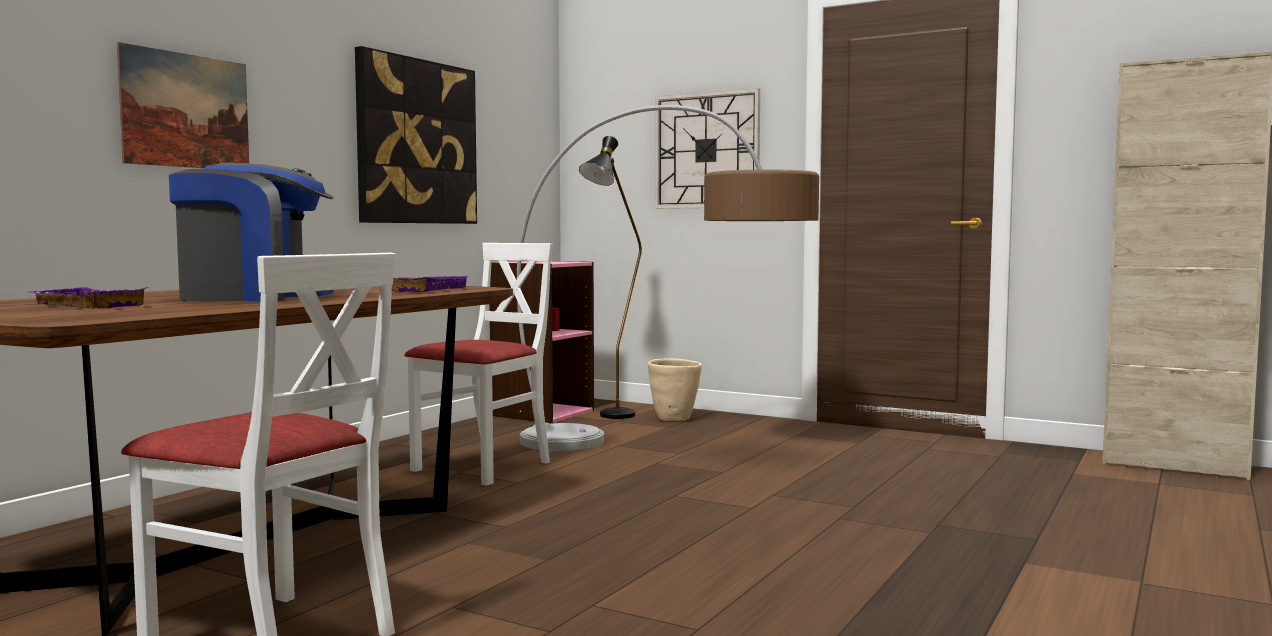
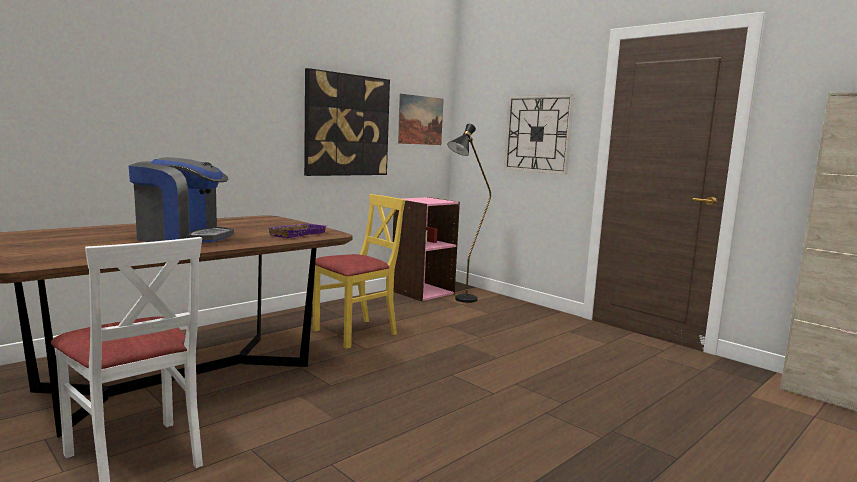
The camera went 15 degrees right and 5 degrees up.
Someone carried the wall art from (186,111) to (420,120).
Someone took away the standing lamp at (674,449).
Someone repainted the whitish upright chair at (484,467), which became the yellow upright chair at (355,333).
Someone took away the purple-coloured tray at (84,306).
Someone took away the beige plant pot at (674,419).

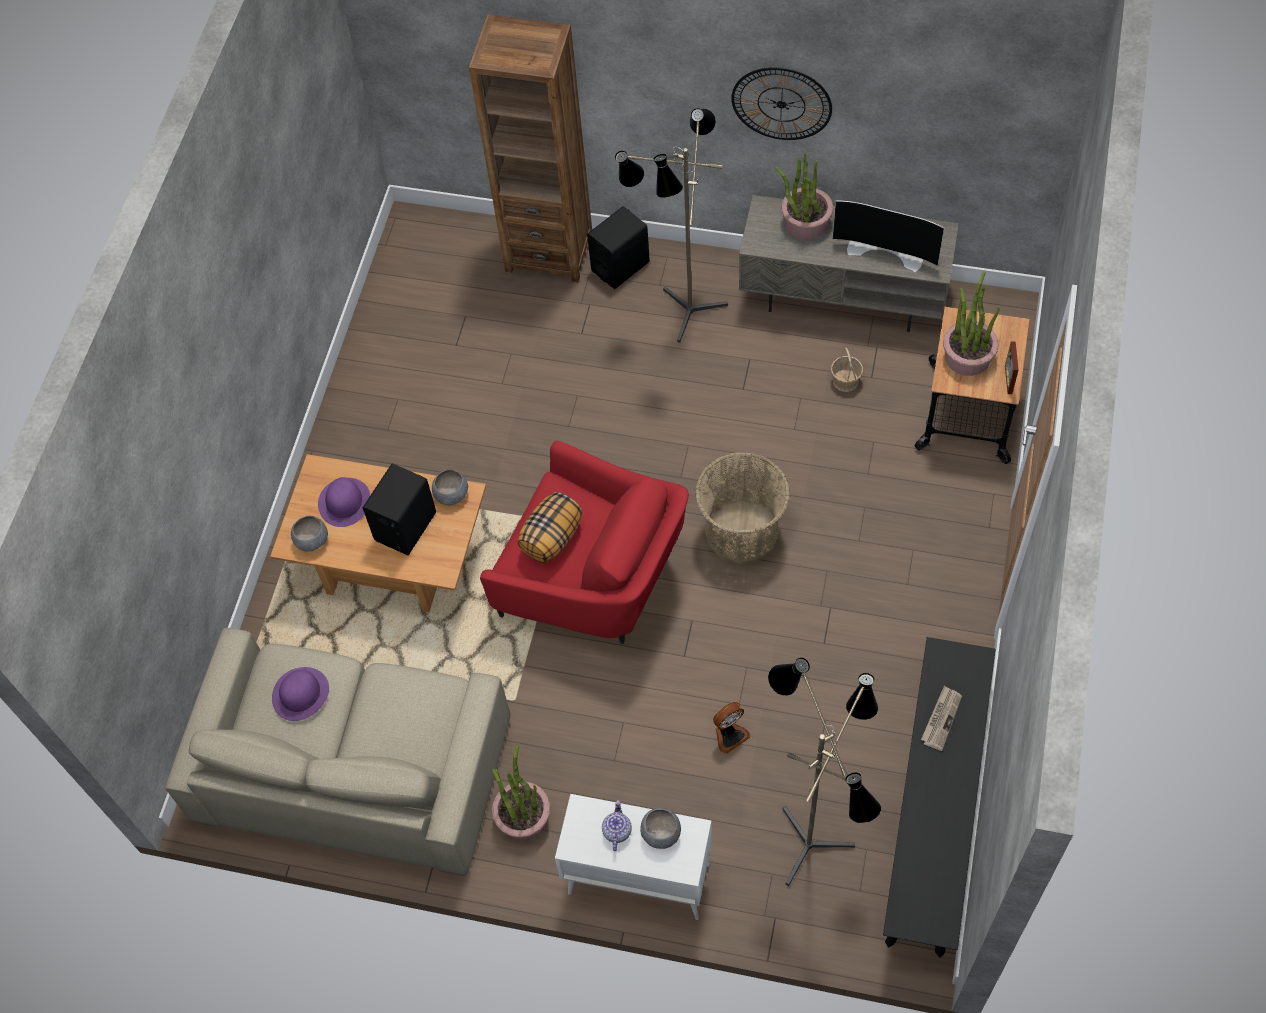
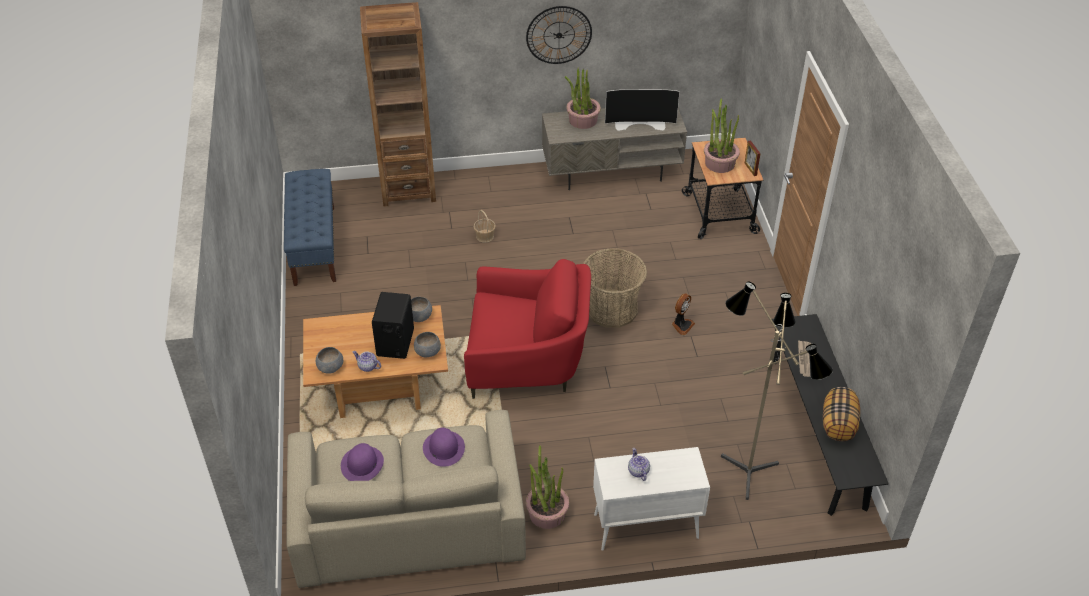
The camera went 25 degrees left and 15 degrees down.
Someone took away the standing lamp at (682,311).
Someone took away the black-coloured speaker at (620,266).
Someone carried the storage basket from (845,381) to (485,236).
Someone carried the purple-coloured wearable hat from (344,502) to (443,448).
Someone carried the pillow from (552,538) to (838,425).
Someone carried the fan from (729,734) to (681,325).
Someone carried the gray serving bowl from (661,832) to (427,351).
Someone put down the bluish long seat at (314,245).
Someone put down the pot for tea at (367,366).

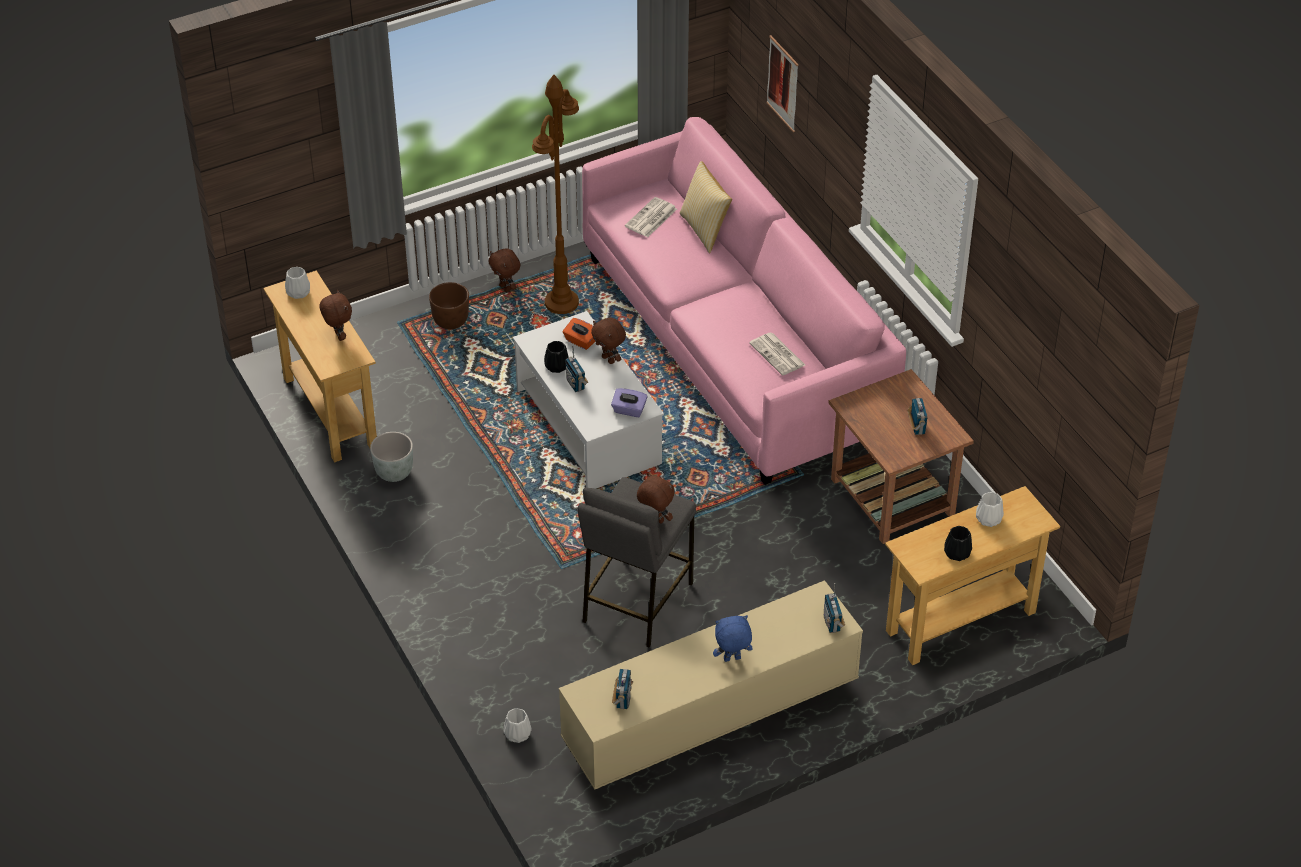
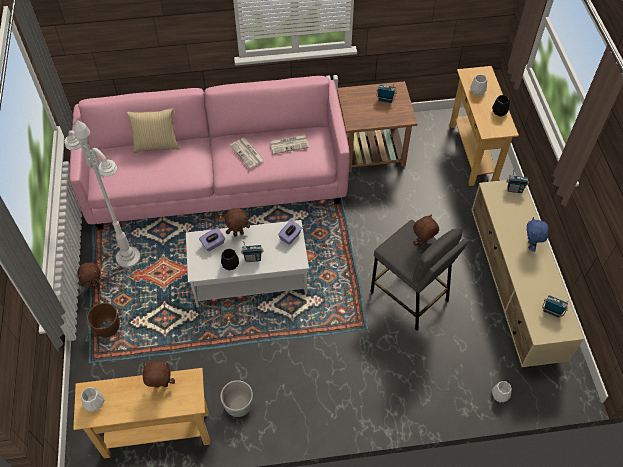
The camera went 70 degrees left and 10 degrees up.
Someone took away the wall art at (783,83).
Someone repainted the brown-coloured standing lamp at (561,303), which became the whitish standing lamp at (128,258).
Someone carried the printed paper from (651,218) to (248,153).
Someone repainted the orange tissue box at (580,341), which became the purple-coloured tissue box at (213,244).

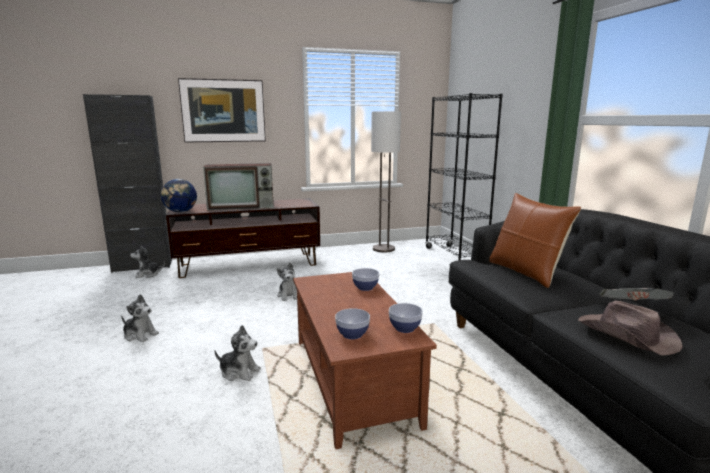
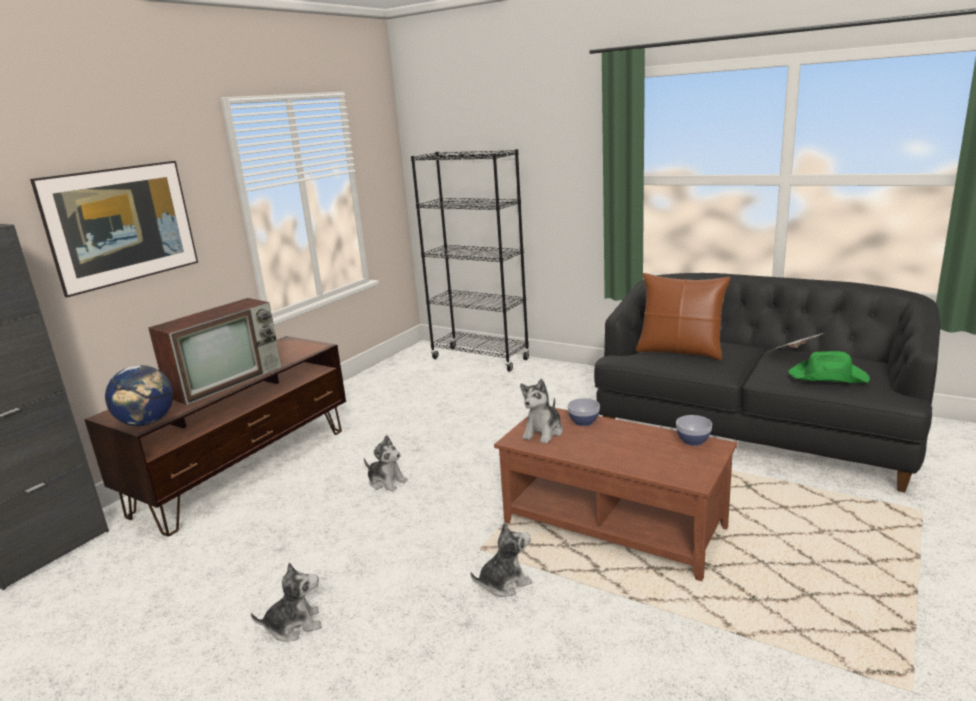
The camera went 40 degrees left and 5 degrees up.
Someone took away the standing lamp at (383,249).
Someone carried the soft toy from (148,275) to (543,432).
Someone repainted the brown-coloured wearable hat at (627,335), which became the greenish wearable hat at (829,377).
Someone took away the serving bowl at (352,334).

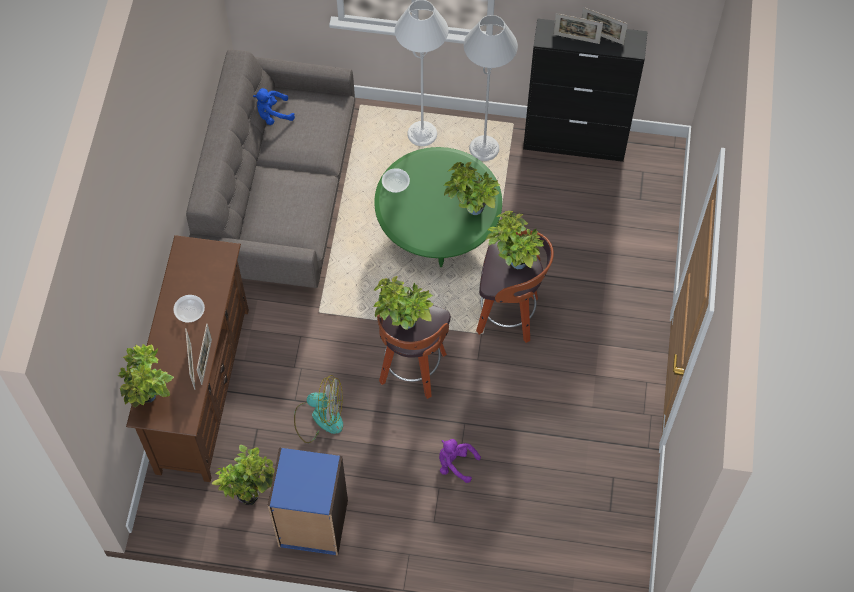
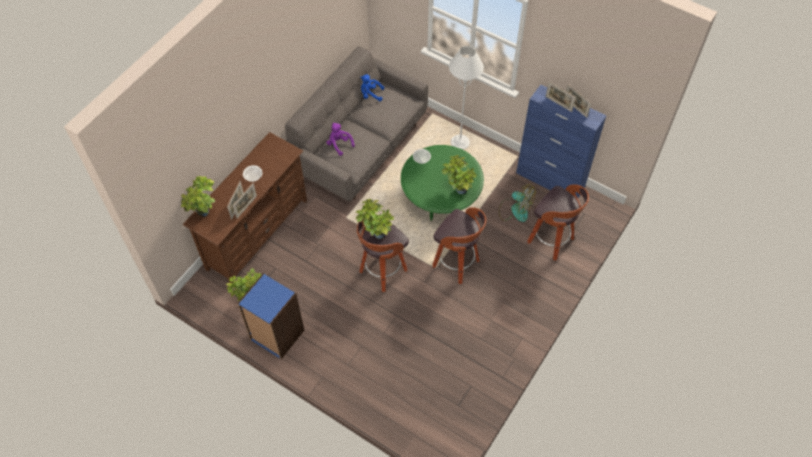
The camera went 25 degrees right and 5 degrees down.
Someone took away the gray standing lamp at (484,148).
Someone repainted the black-coloured storage cabinet at (575,142), which became the bluish storage cabinet at (550,181).
Someone took away the houseplant at (513,262).
Someone carried the fan from (319,417) to (515,209).
Someone carried the purple-coloured soft toy from (455,464) to (339,144).
Someone put down the stool at (551,241).

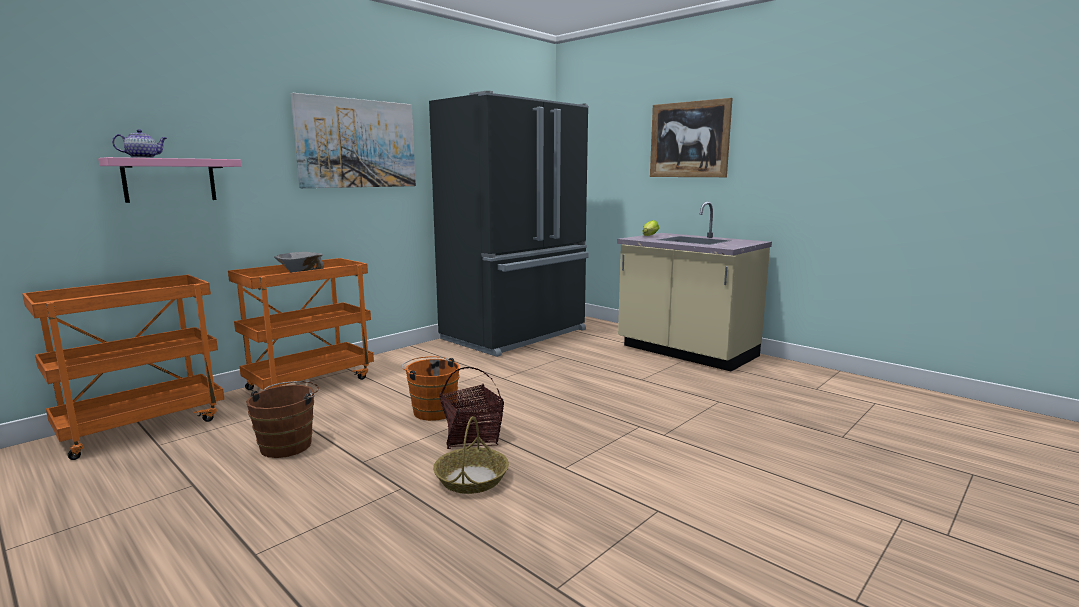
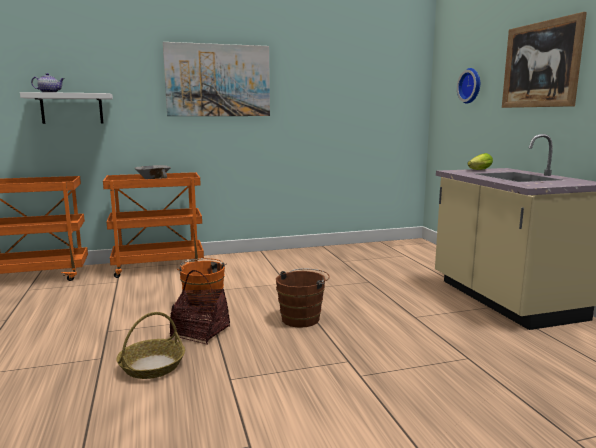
The camera went 30 degrees right and 0 degrees up.
Someone took away the black-coloured kitchen fridge at (517,335).
Someone repainted the pinkish wall shelf at (169,180), which became the whitish wall shelf at (72,108).
Someone carried the brown-coloured pail from (289,444) to (303,318).
Someone put up the wall clock at (471,86).

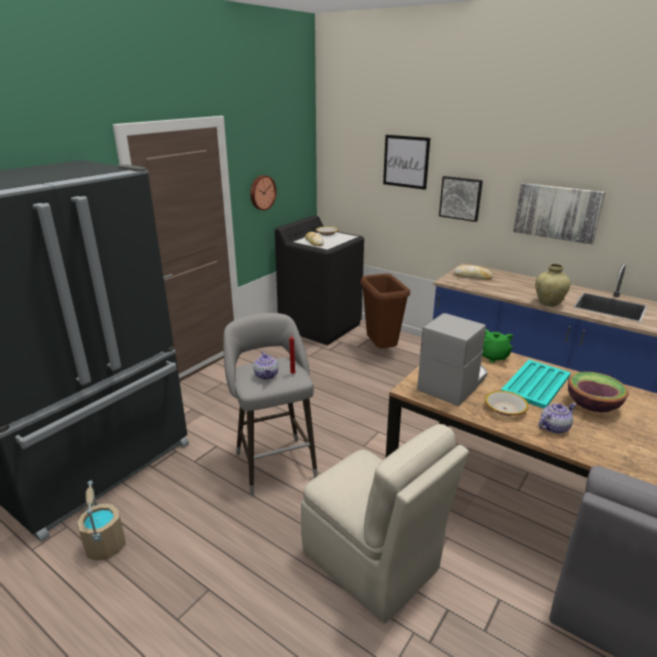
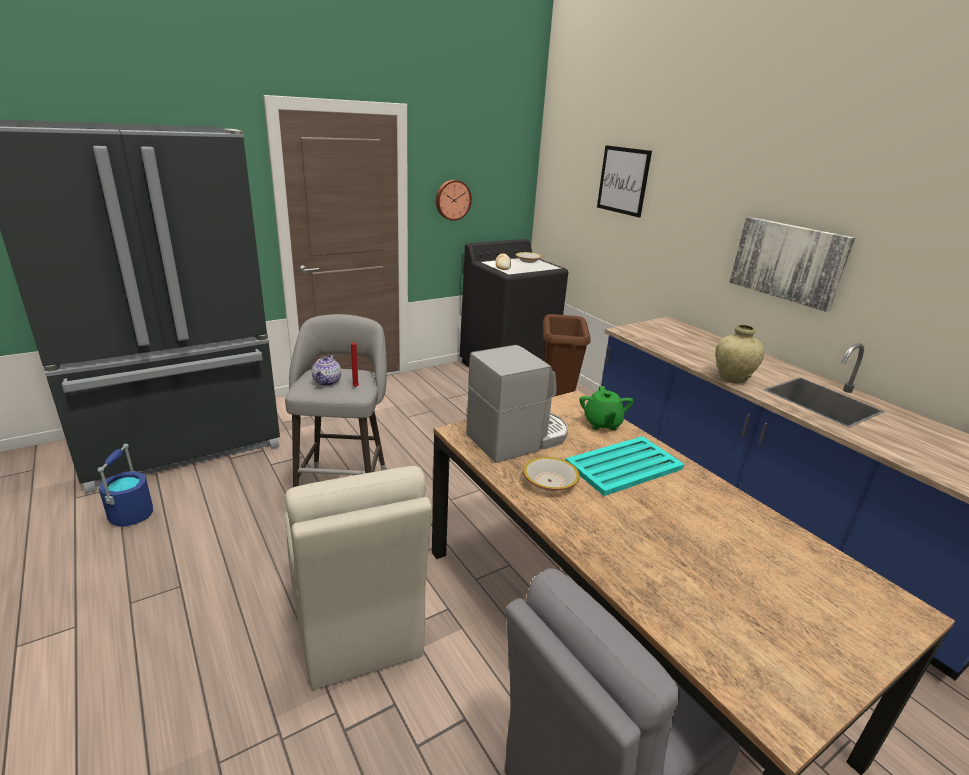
The camera went 20 degrees right and 0 degrees up.
Someone took away the wall art at (461,198).
Someone took away the bakery bread at (472,276).
Someone took away the serving bowl at (592,405).
Someone took away the pot for tea at (553,427).
Someone repainted the beige pail at (105,545), which became the bluish pail at (131,514).

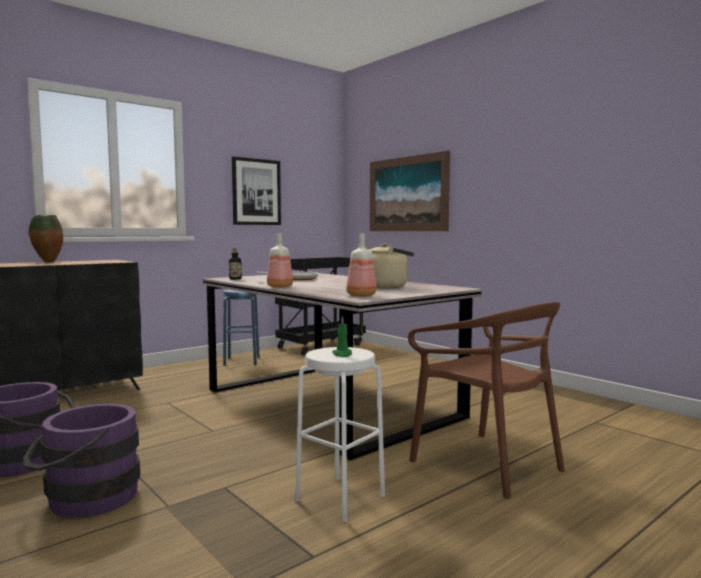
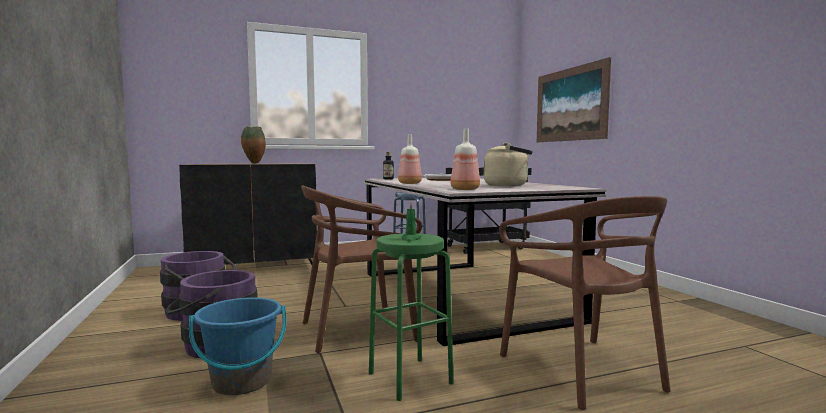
The camera went 20 degrees right and 0 degrees up.
Someone took away the wall art at (256,192).
Someone repainted the whitish stool at (340,498), which became the greenish stool at (410,378).
Someone put down the brown-coloured upright chair at (359,330).
Someone put down the bluish pail at (241,382).

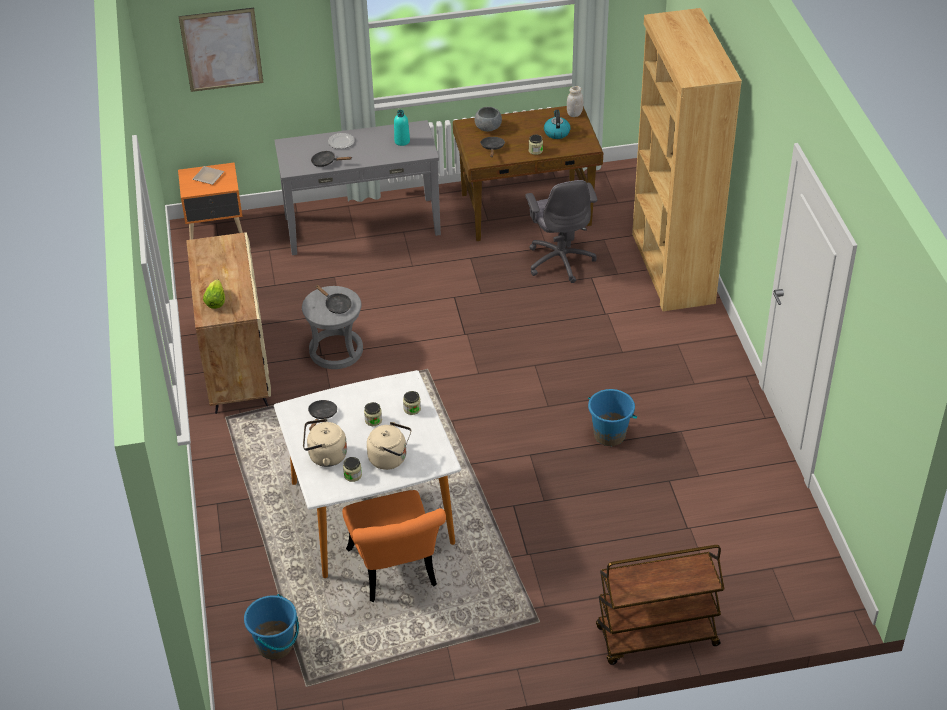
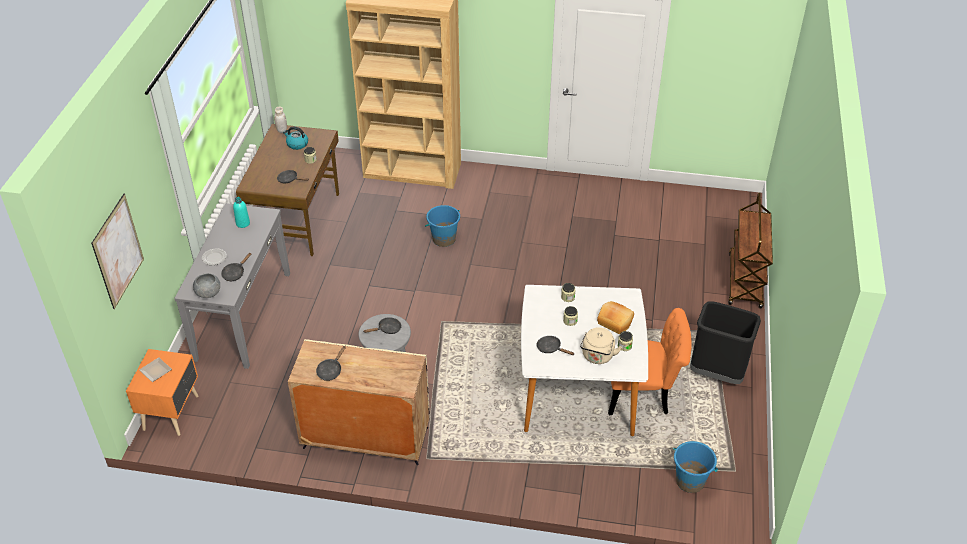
The camera went 70 degrees left and 0 degrees up.
Someone carried the gray serving bowl from (488,128) to (208,293).
Someone took away the gray office chair at (560,260).
Someone took away the head of lettuce at (215,302).
Someone carried the bluish pail from (610,435) to (443,239).
Someone swapped the beige water kettle at (390,458) for the bakery bread at (615,321).
Someone put down the black-coloured rubbish bin at (717,373).
Someone put down the black-coloured pan at (331,370).

